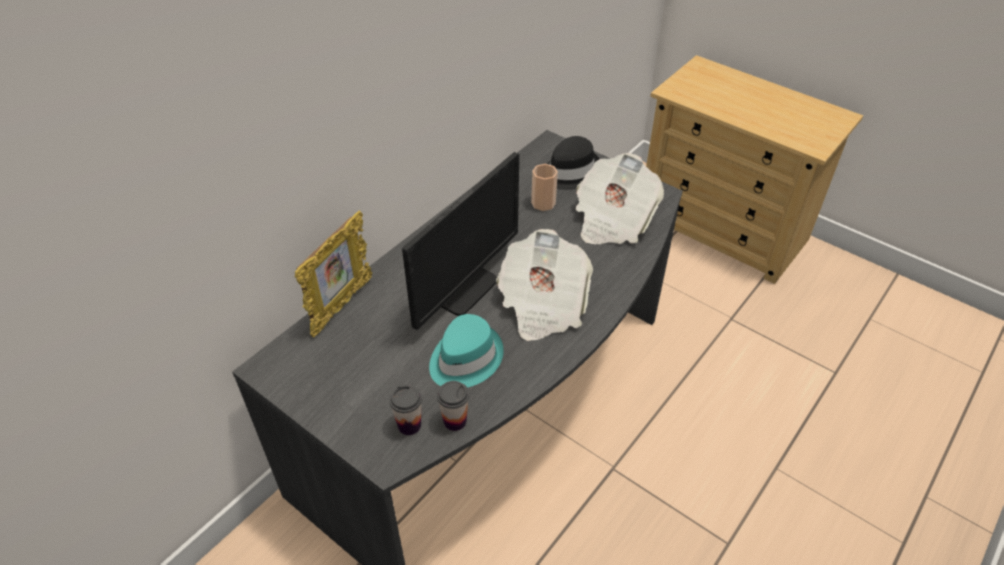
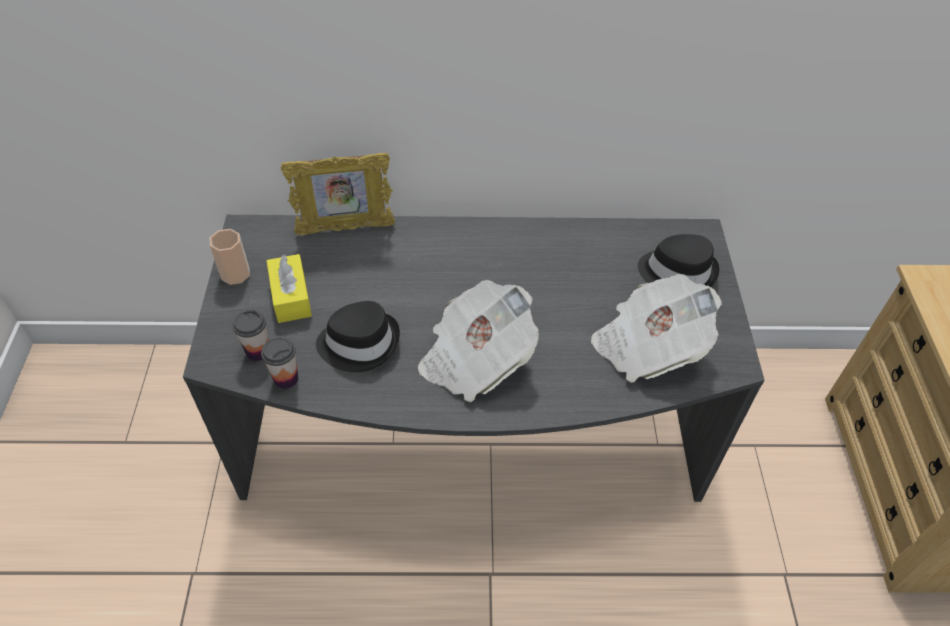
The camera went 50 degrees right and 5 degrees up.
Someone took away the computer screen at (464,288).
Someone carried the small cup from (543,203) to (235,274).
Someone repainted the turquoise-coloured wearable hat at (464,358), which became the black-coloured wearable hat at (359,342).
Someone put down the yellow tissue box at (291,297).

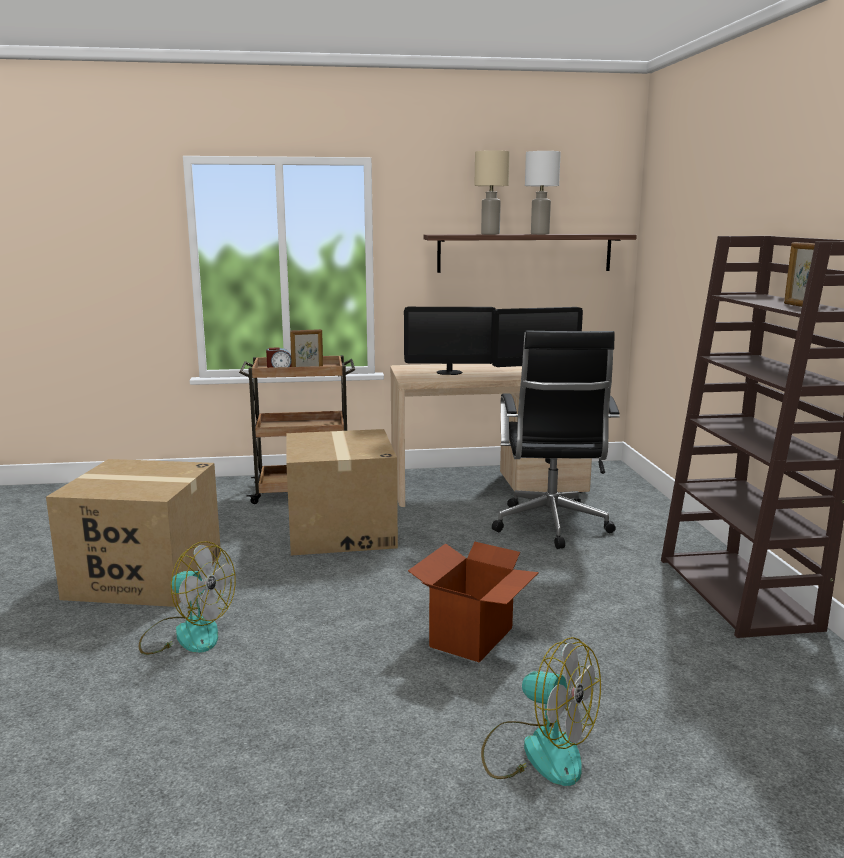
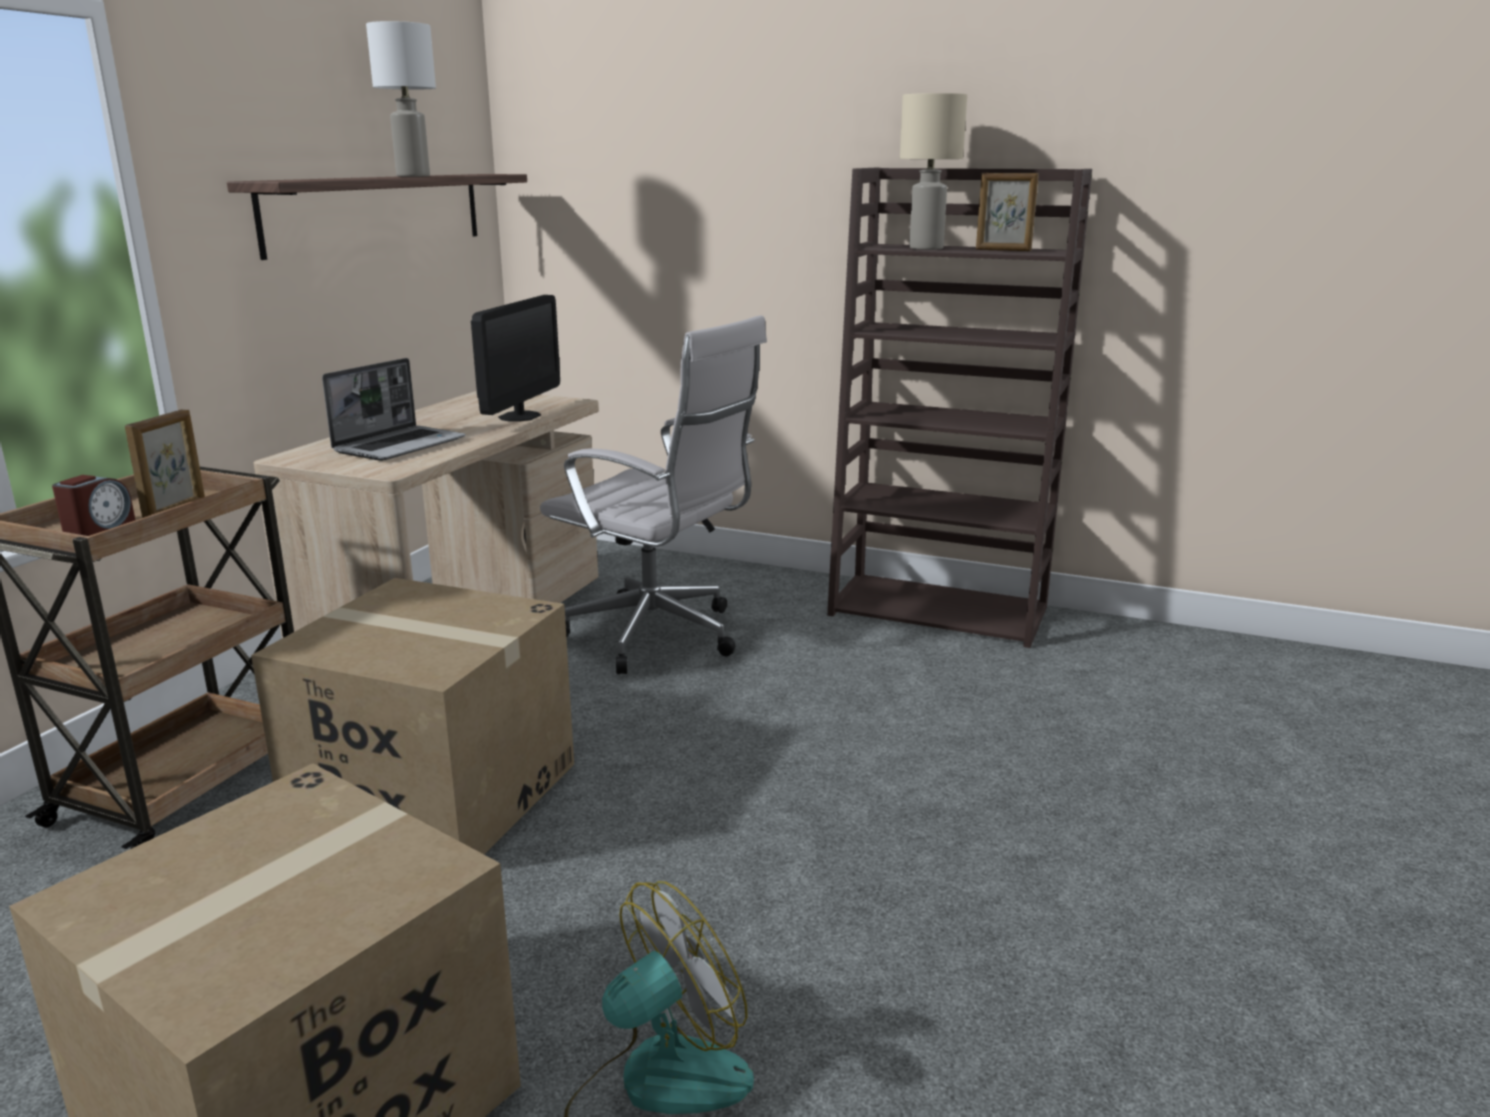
The camera went 60 degrees left and 5 degrees up.
Someone carried the beige tabletop lamp from (490,234) to (926,248).
Someone swapped the computer screen at (449,372) for the notebook computer at (400,445).
Someone repainted the black-coloured office chair at (551,527), which became the whitish office chair at (659,637).
Someone took away the cardboard box at (473,637).
Someone took away the fan at (537,751).

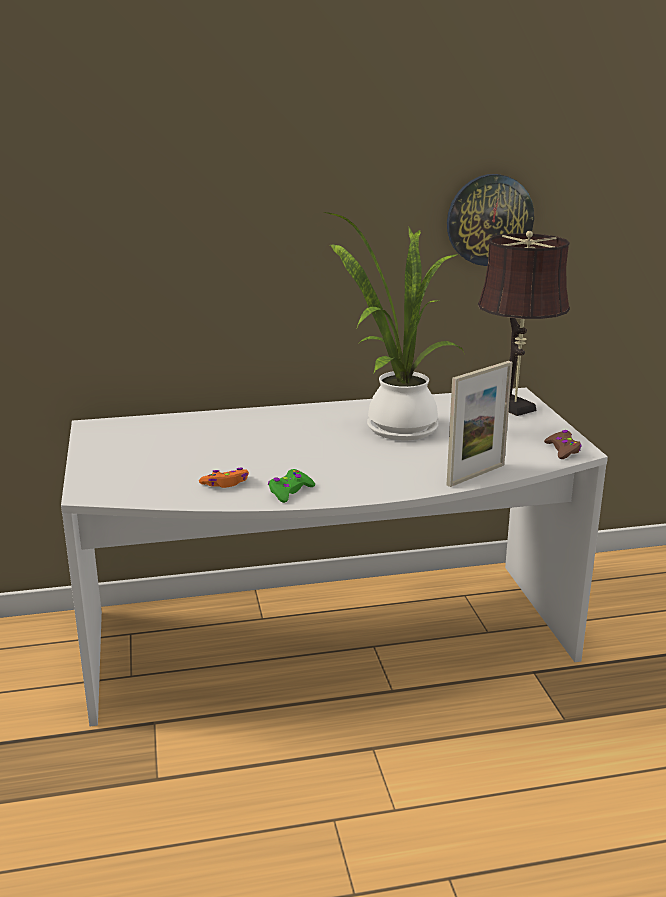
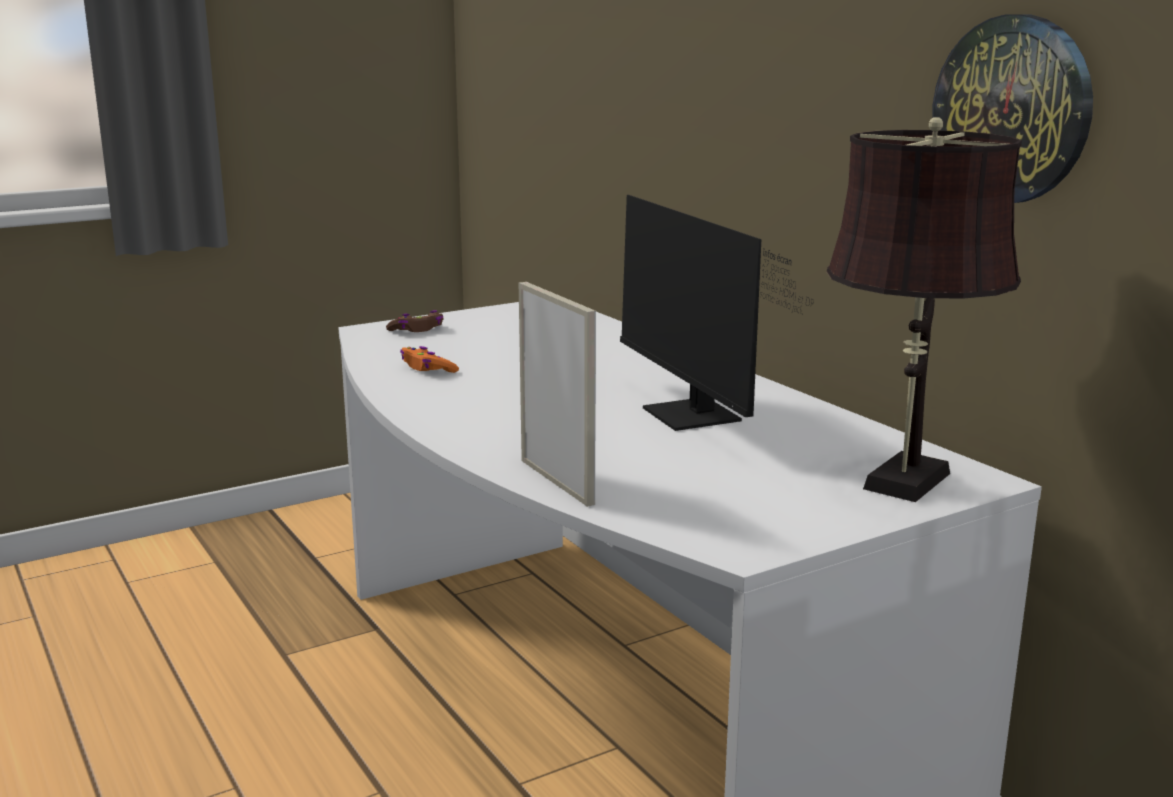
The camera went 70 degrees right and 5 degrees down.
Someone swapped the houseplant at (395,429) for the computer screen at (694,419).
Someone rotated the photo frame at (476,475) by 150 degrees counterclockwise.
Someone carried the brown-coloured joypad from (563,450) to (417,330).
Someone took away the greenish joypad at (290,491).

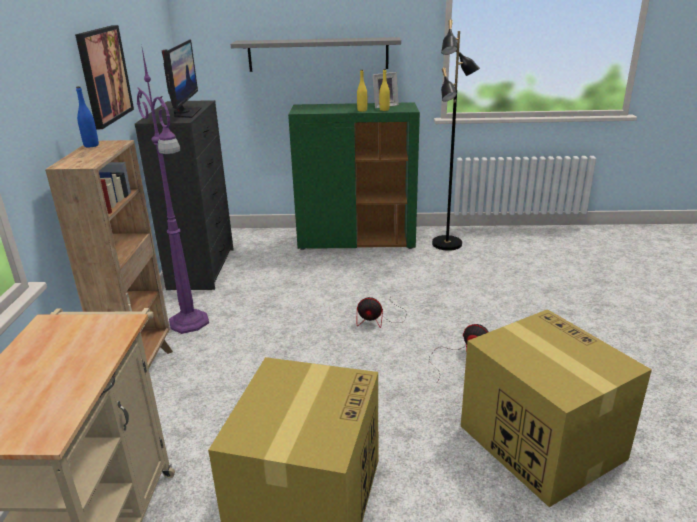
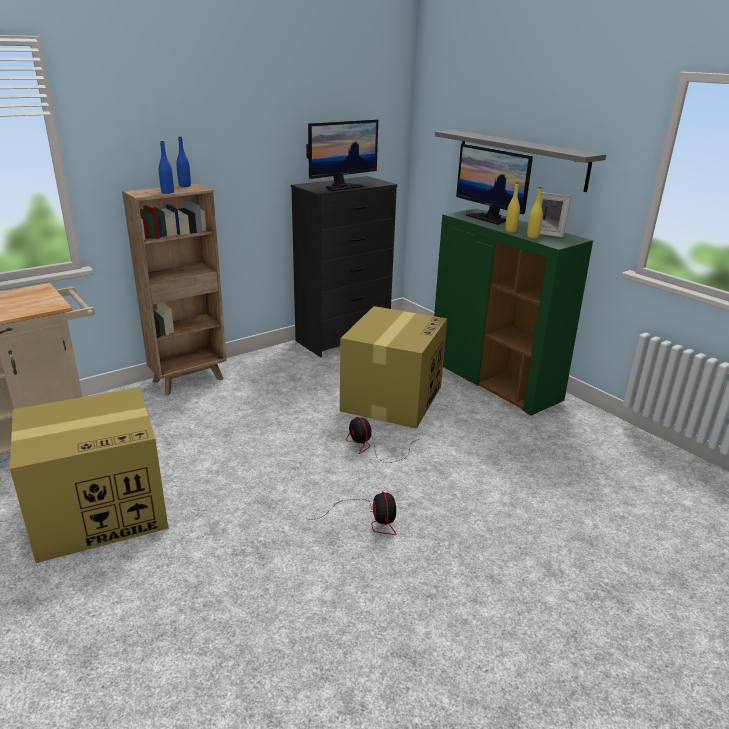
The camera went 50 degrees right and 0 degrees up.
Someone took away the black-coloured standing lamp at (447,244).
Someone took away the wall art at (104,75).
Someone took away the purple-coloured standing lamp at (190,323).
Someone carried the cardboard box from (539,441) to (392,398).
Someone put down the bluish beverage bottle at (167,192).
Someone put down the computer screen at (489,218).

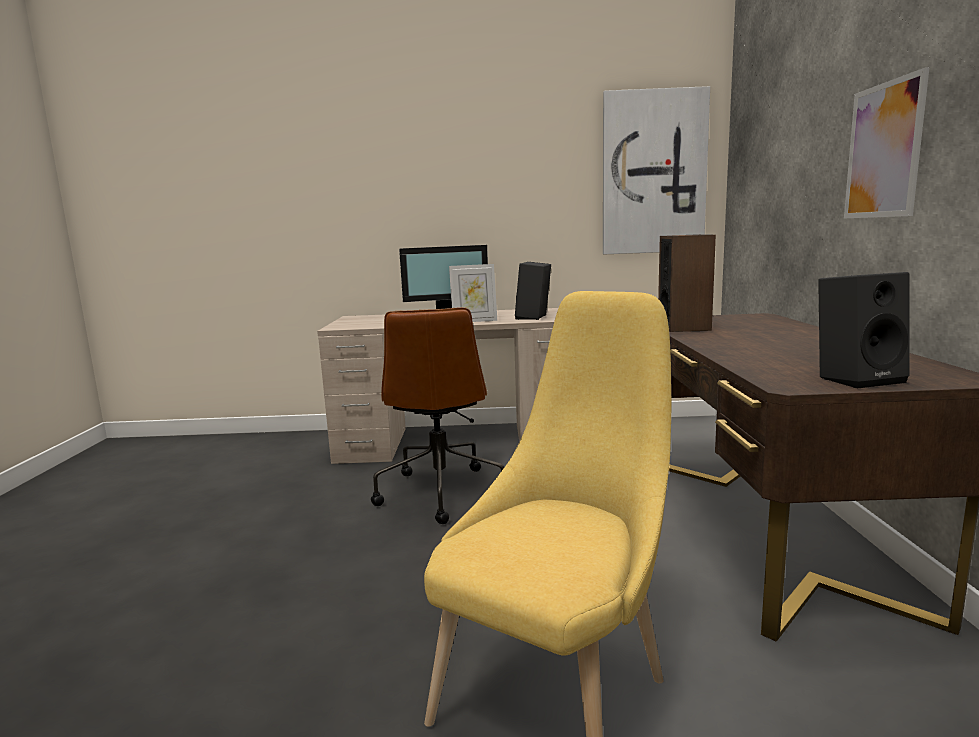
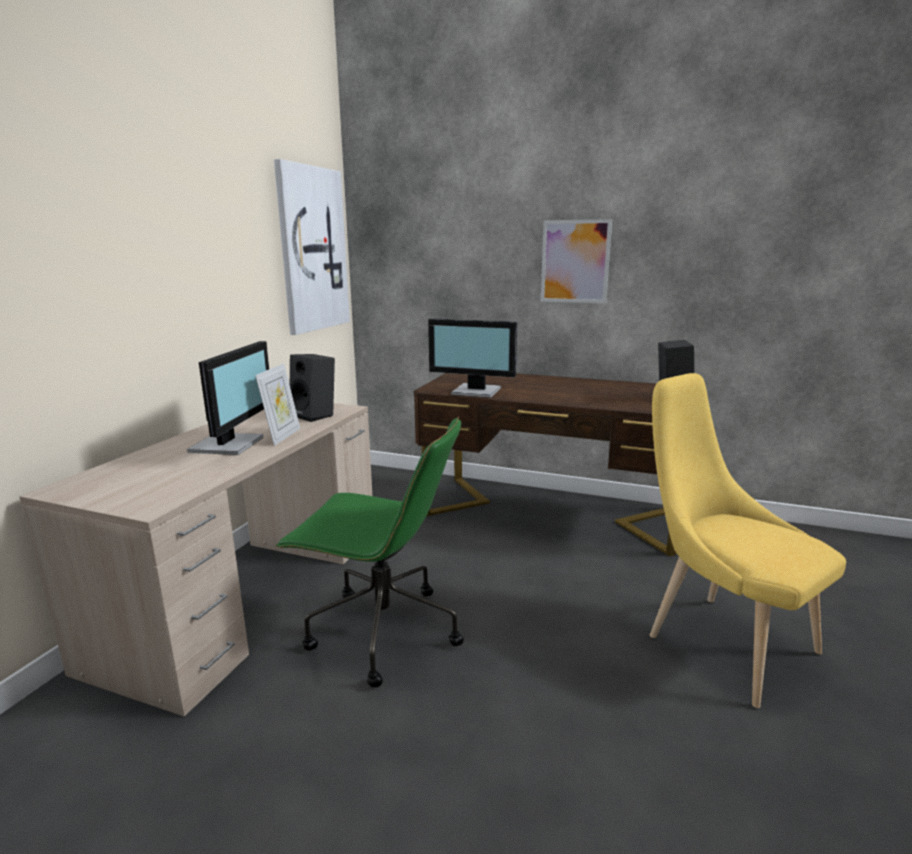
The camera went 70 degrees left and 5 degrees up.
Someone swapped the speaker at (684,327) for the computer screen at (476,392).
Someone repainted the brown-coloured office chair at (440,492), which became the greenish office chair at (381,632).

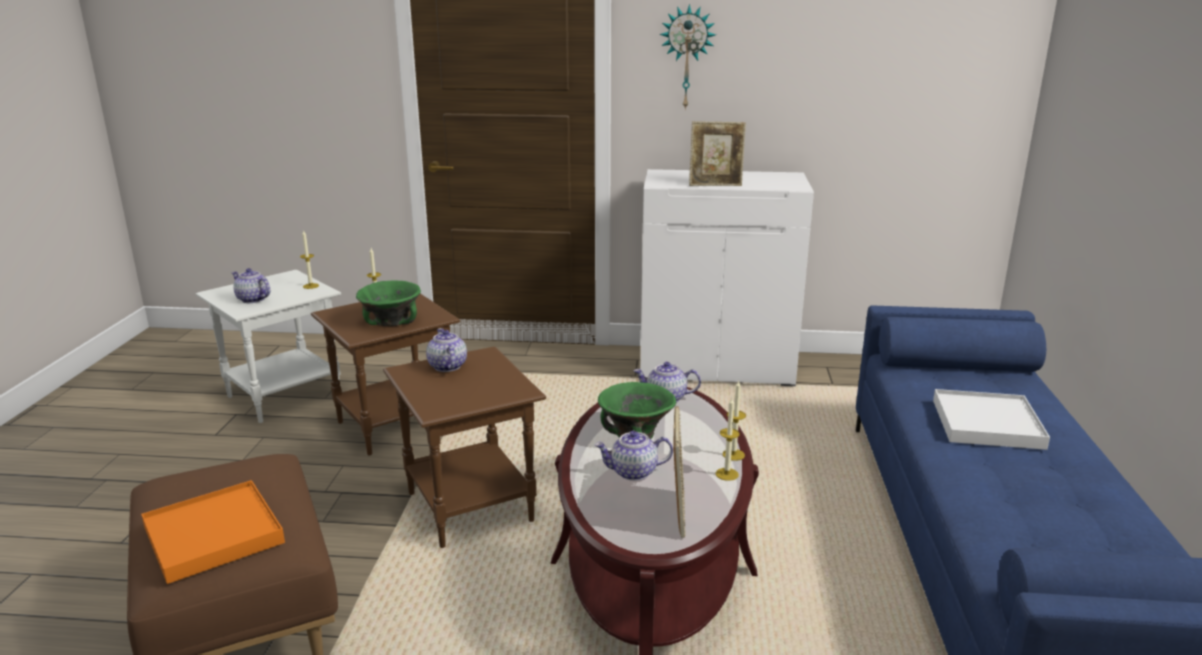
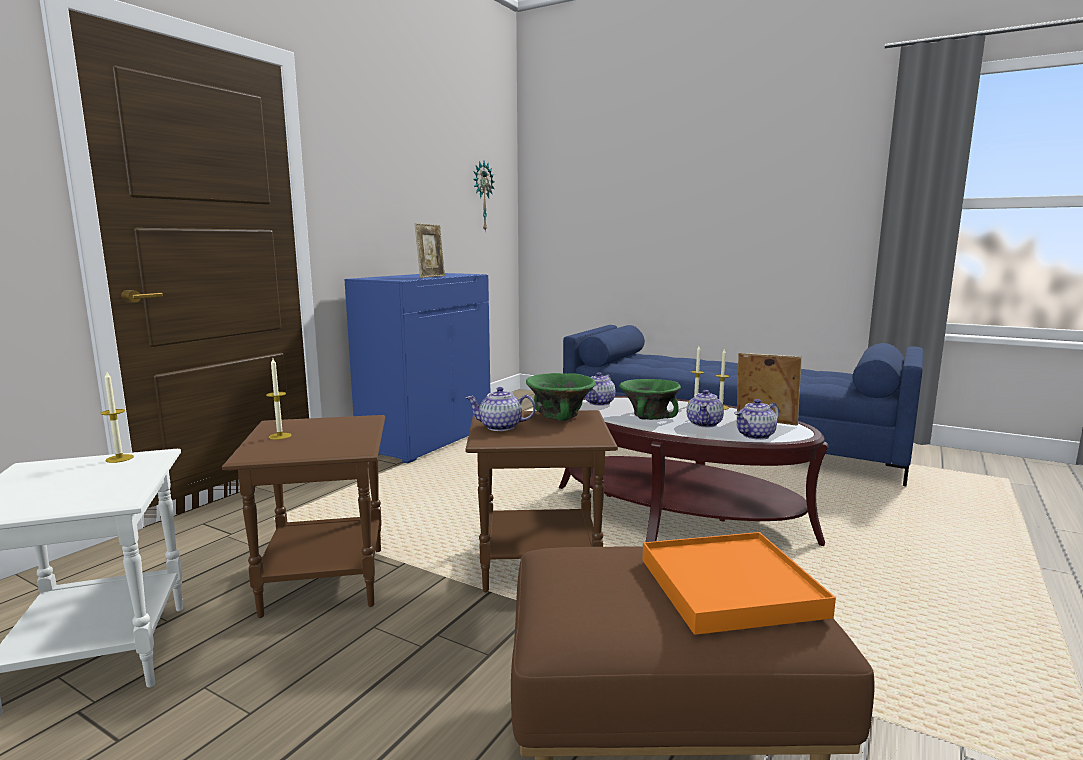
The camera went 65 degrees left and 10 degrees down.
Someone carried the wall clock from (687,57) to (482,196).
Someone repainted the whitish storage cabinet at (717,367), which became the bluish storage cabinet at (426,439).
Someone carried the pot for tea from (252,299) to (755,436).
Someone carried the greenish serving bowl from (391,322) to (559,417).
Someone took away the whitish tray at (987,424).

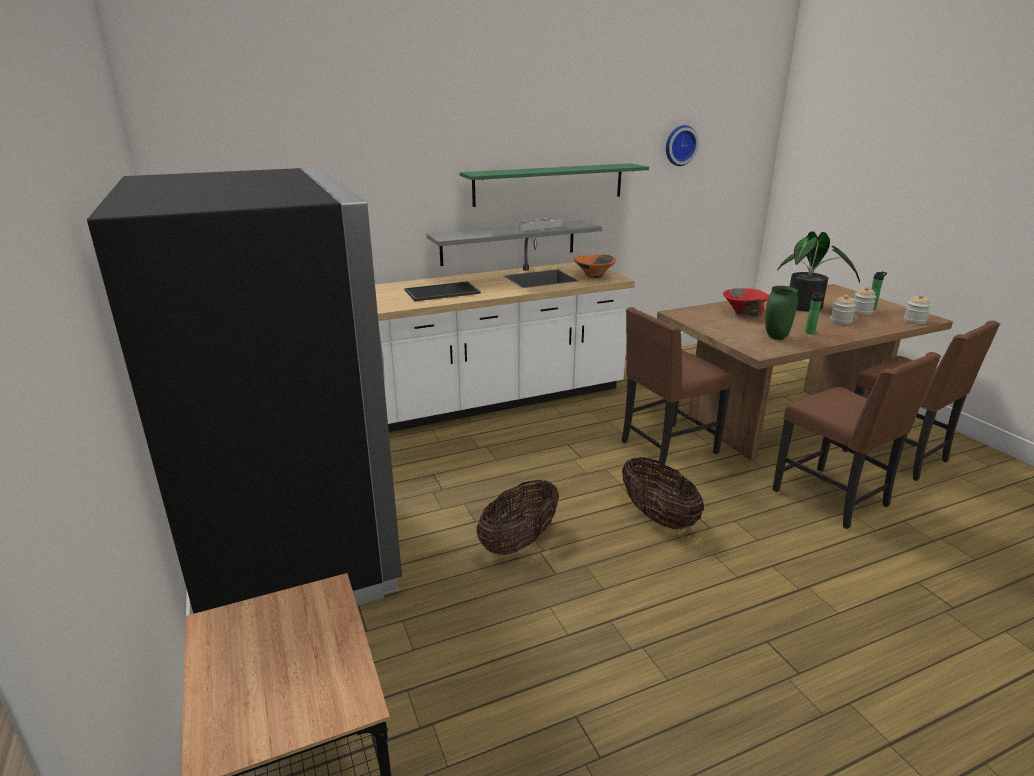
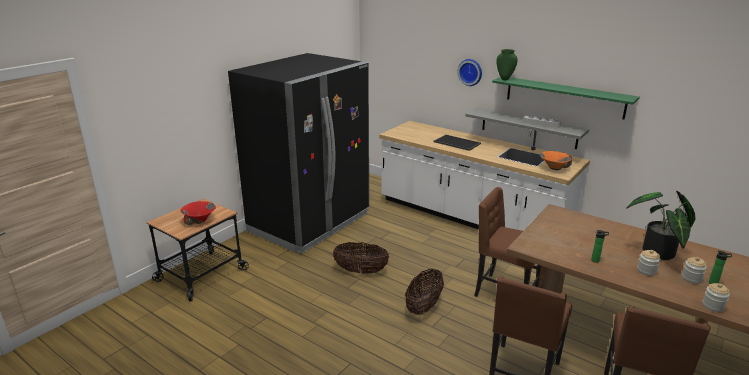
The camera went 60 degrees right and 0 degrees up.
Someone carried the wall clock from (679,145) to (470,72).
Someone carried the greenish decorative vase from (776,338) to (504,79).
Someone carried the red-coloured serving bowl from (743,313) to (200,221).

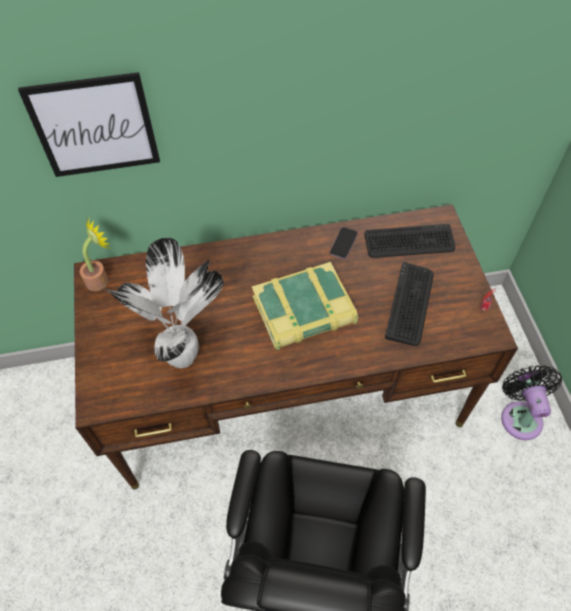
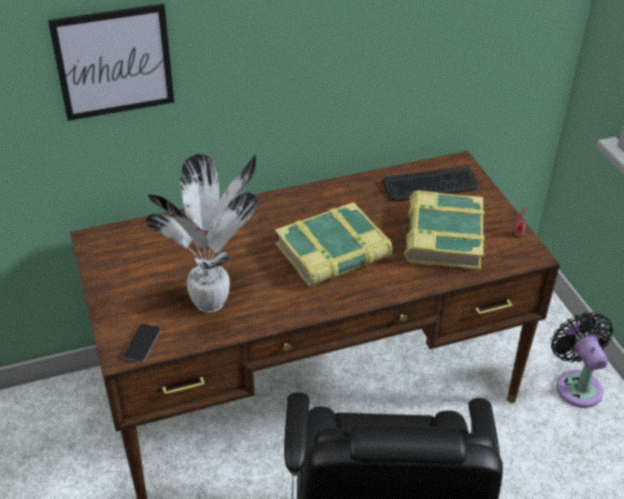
The camera went 10 degrees left and 15 degrees down.
Someone took away the houseplant at (101,279).
Someone carried the phone from (343,244) to (142,344).
Someone swapped the PC keyboard at (410,304) for the volume at (442,237).

